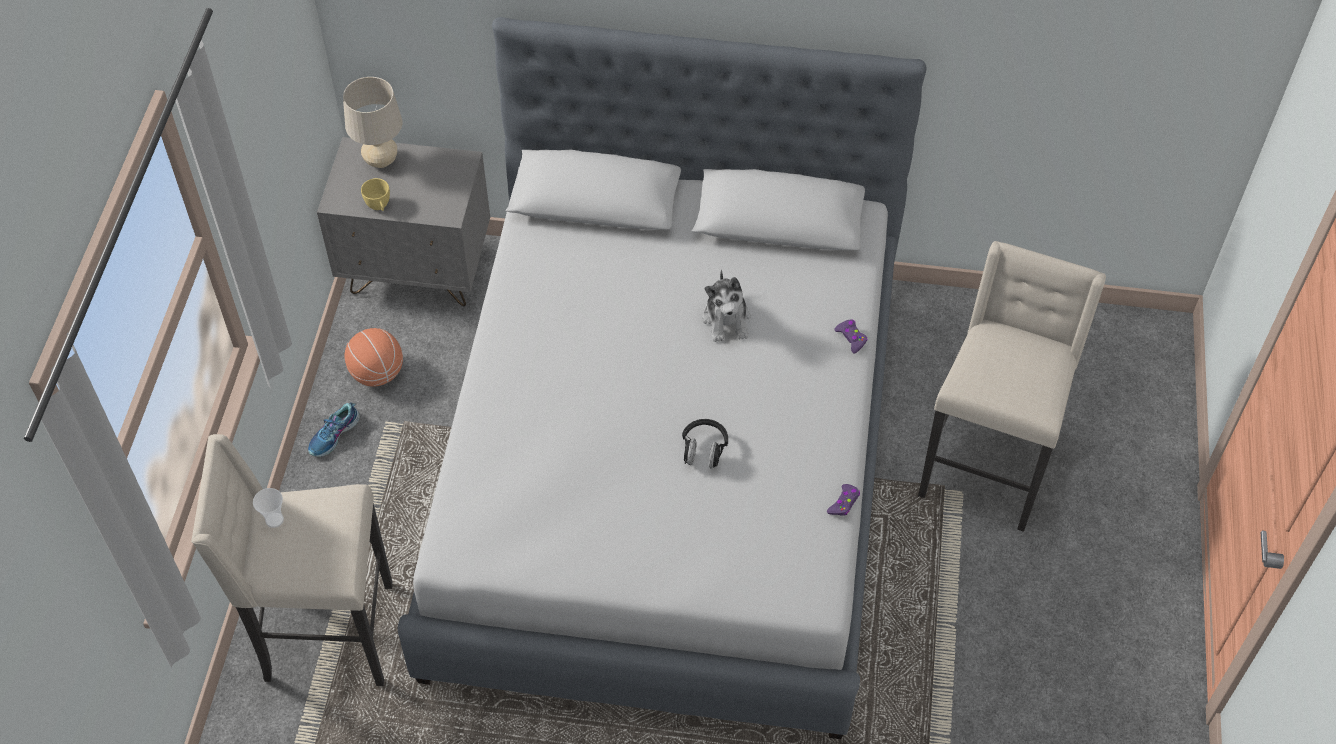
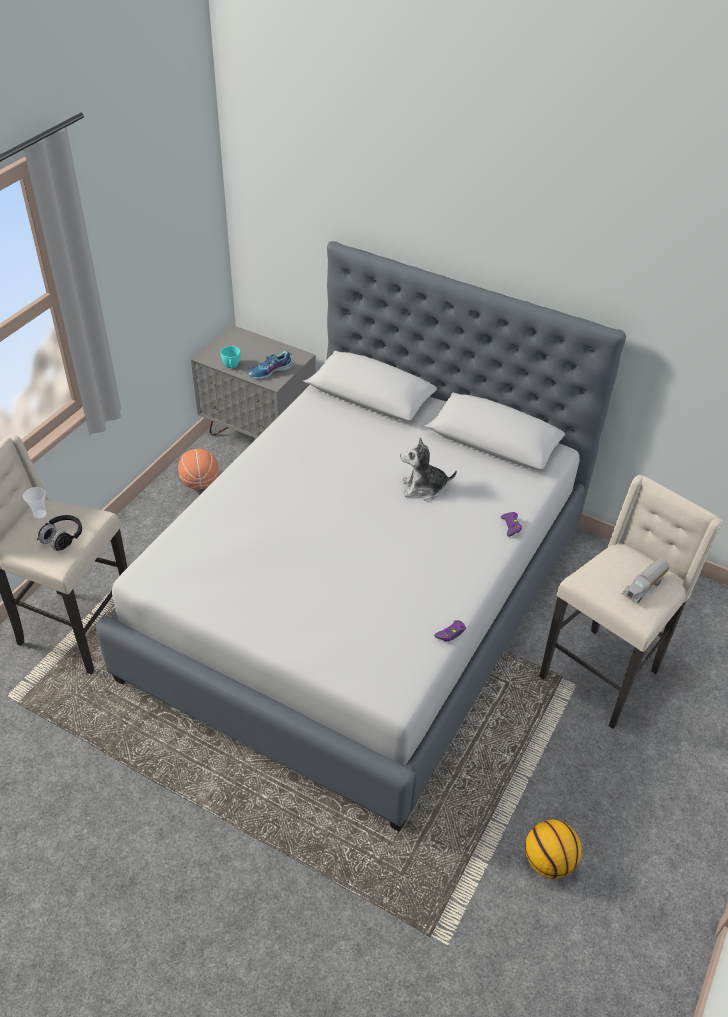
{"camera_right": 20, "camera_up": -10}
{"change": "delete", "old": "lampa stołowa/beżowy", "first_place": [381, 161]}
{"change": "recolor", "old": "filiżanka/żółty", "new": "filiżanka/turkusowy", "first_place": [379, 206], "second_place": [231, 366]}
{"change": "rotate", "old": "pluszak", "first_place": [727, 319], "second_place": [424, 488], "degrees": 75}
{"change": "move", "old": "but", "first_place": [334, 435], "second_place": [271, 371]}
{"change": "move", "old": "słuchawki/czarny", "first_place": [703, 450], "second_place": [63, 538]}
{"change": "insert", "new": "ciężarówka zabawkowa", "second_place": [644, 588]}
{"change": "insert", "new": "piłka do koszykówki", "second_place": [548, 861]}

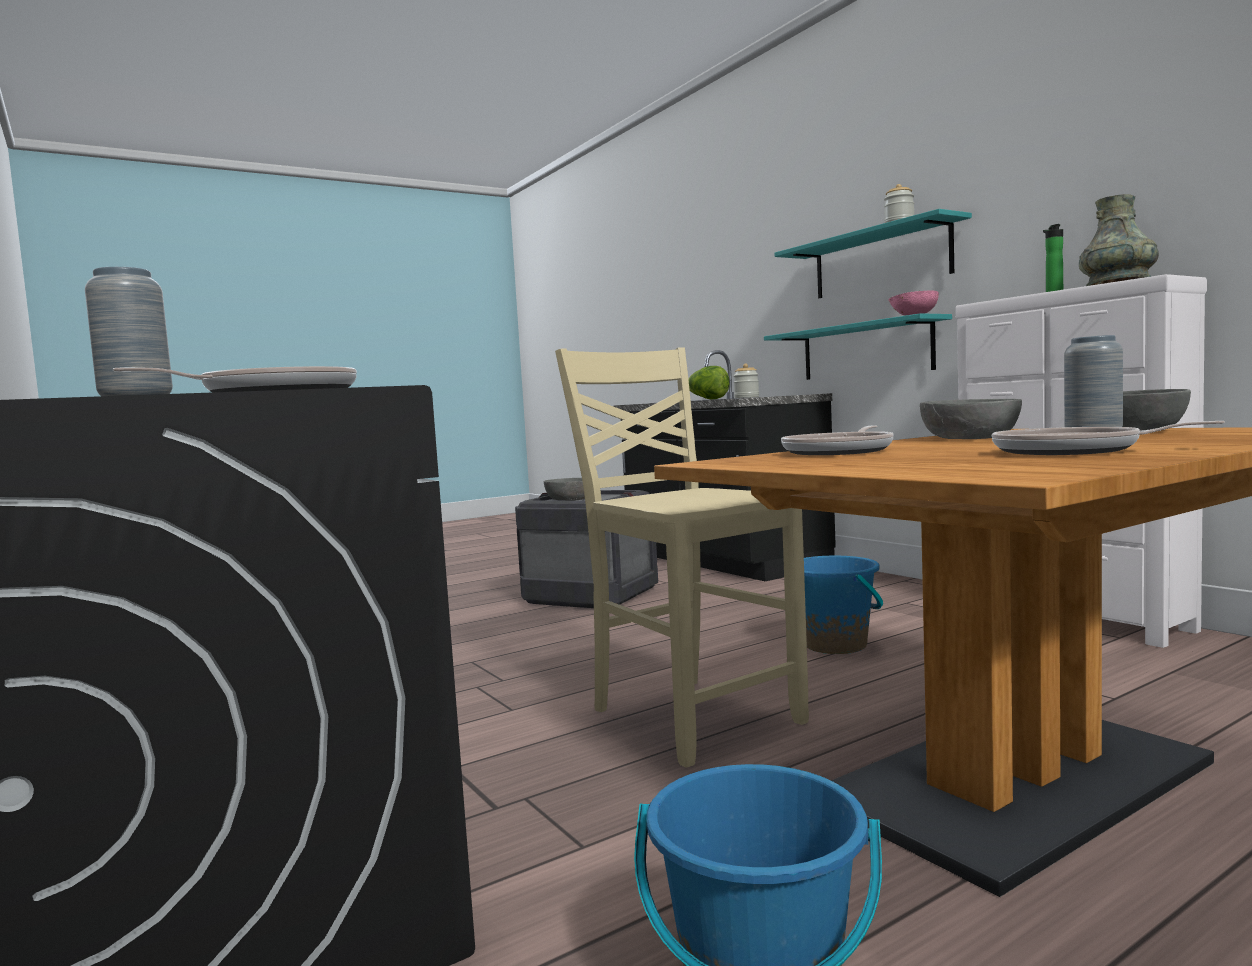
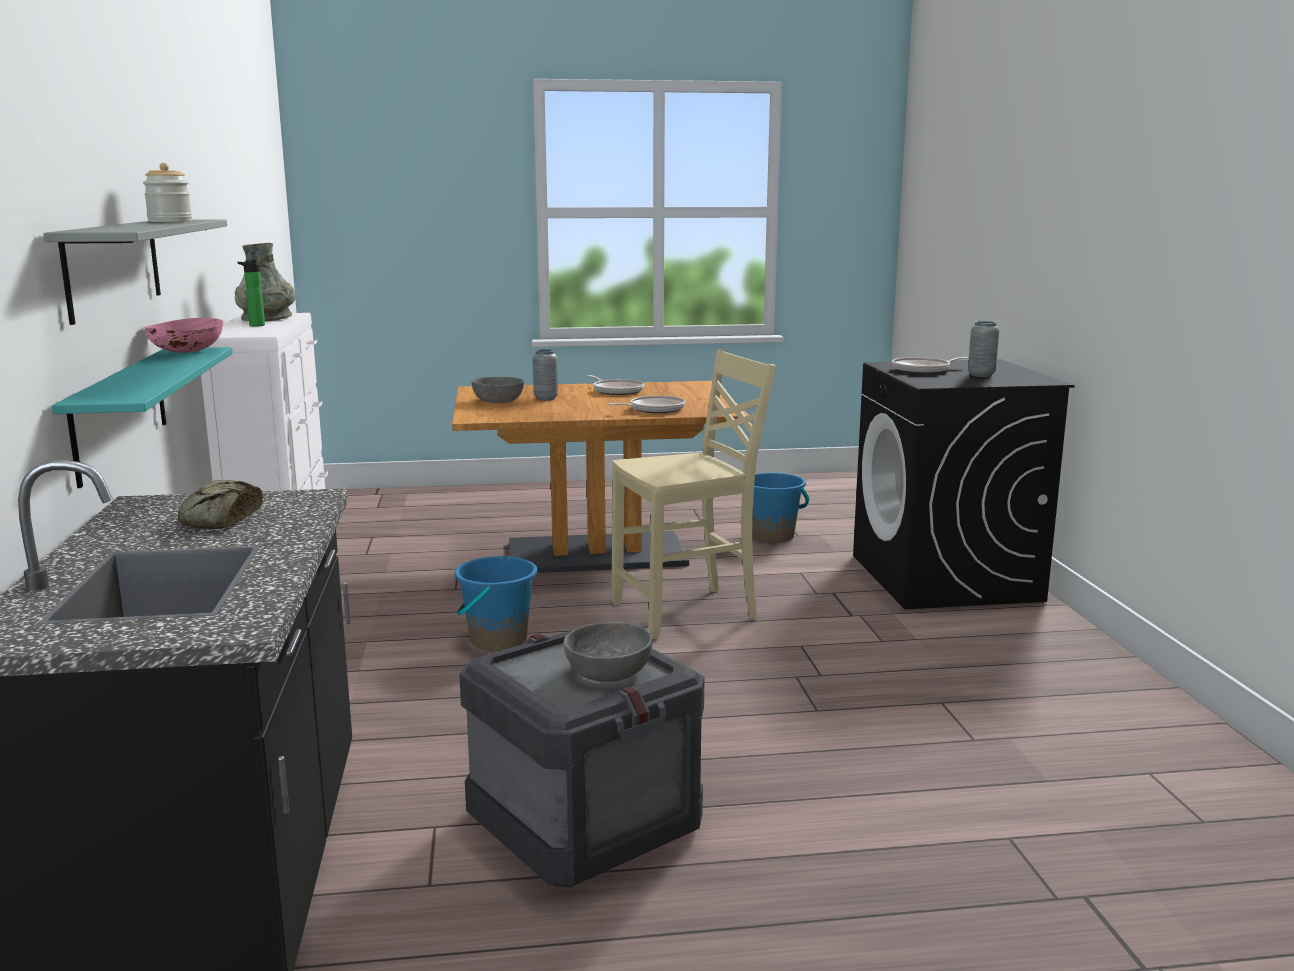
{"camera_right": -155, "camera_up": 10}
{"change": "recolor", "old": "półka/turkusowy", "new": "półka/szary", "first_place": [880, 261], "second_place": [113, 267]}
{"change": "rotate", "old": "krzesło/beżowy", "first_place": [692, 716], "second_place": [688, 612], "degrees": -105}
{"change": "replace", "old": "słoik", "new": "chleb", "first_place": [746, 397], "second_place": [220, 519]}
{"change": "delete", "old": "sałata", "first_place": [707, 399]}
{"change": "delete", "old": "miska/szary", "first_place": [970, 438]}

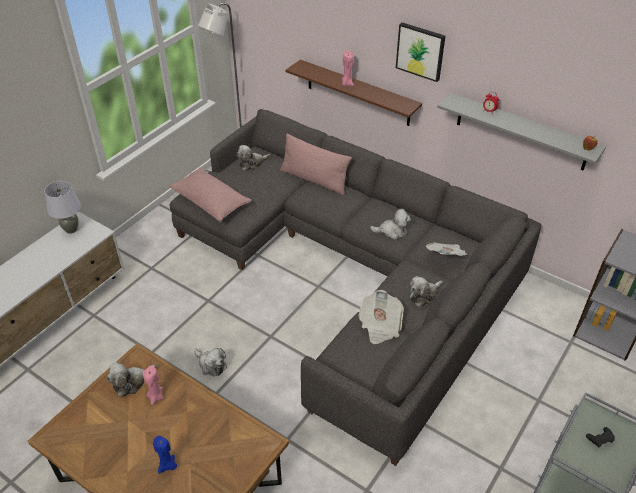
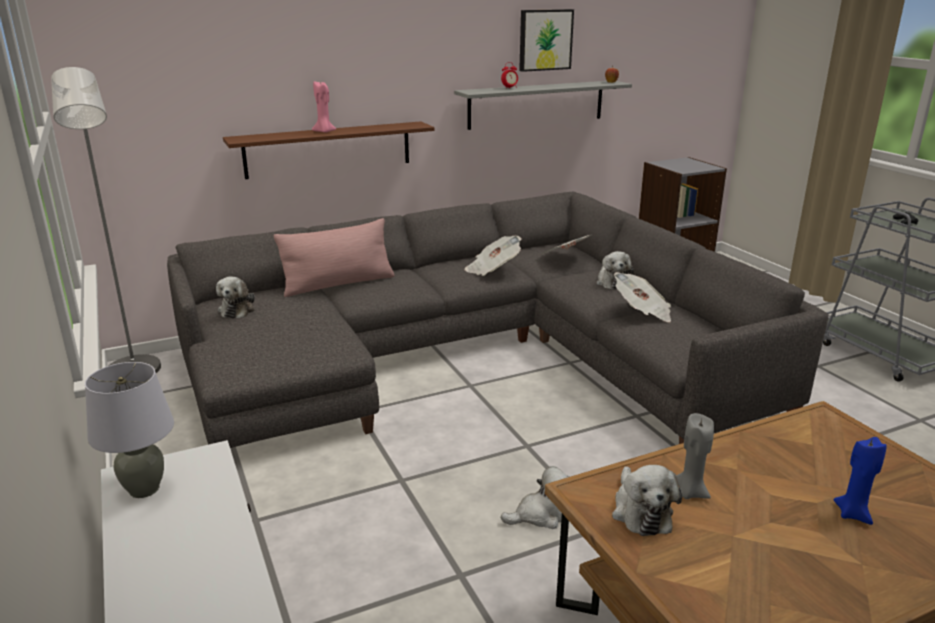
{"camera_right": -60, "camera_up": -20}
{"change": "move", "old": "obraz", "first_place": [420, 51], "second_place": [545, 40]}
{"change": "delete", "old": "poduszka/różowy", "first_place": [211, 202]}
{"change": "replace", "old": "pluszak", "new": "gazeta", "first_place": [392, 231], "second_place": [492, 269]}
{"change": "recolor", "old": "świeca/różowy", "new": "świeca/szary", "first_place": [155, 397], "second_place": [690, 492]}

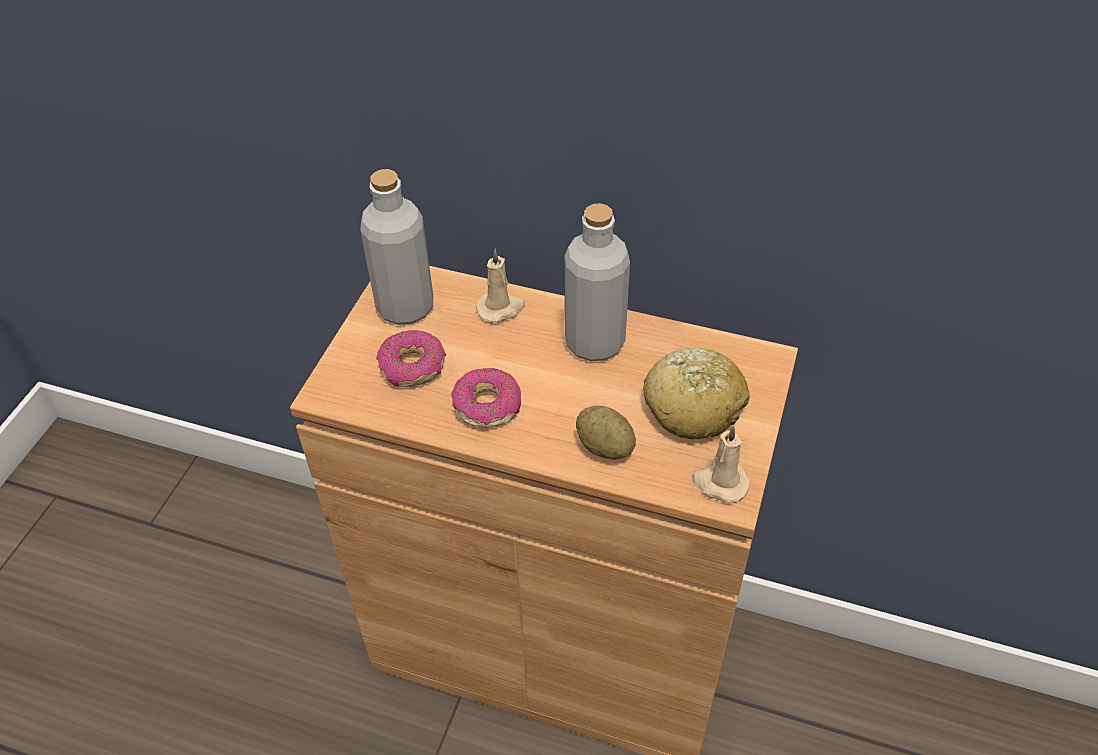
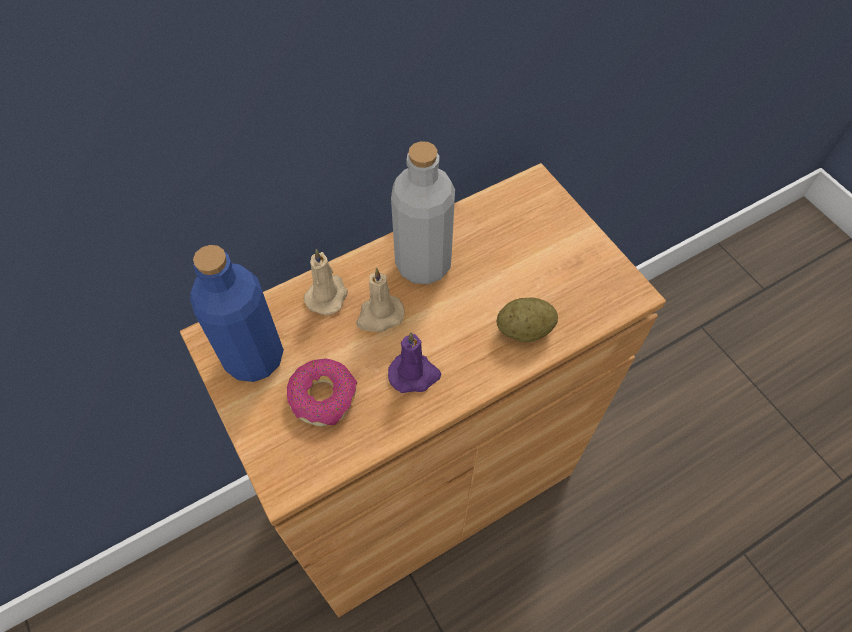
{"camera_right": -50, "camera_up": 10}
{"change": "recolor", "old": "butelka/szary", "new": "butelka/niebieski", "first_place": [405, 307], "second_place": [254, 357]}
{"change": "delete", "old": "chleb", "first_place": [694, 405]}
{"change": "replace", "old": "donut", "new": "świeca/fioletowy", "first_place": [487, 405], "second_place": [414, 374]}
{"change": "move", "old": "świeca/beżowy", "first_place": [719, 483], "second_place": [379, 315]}

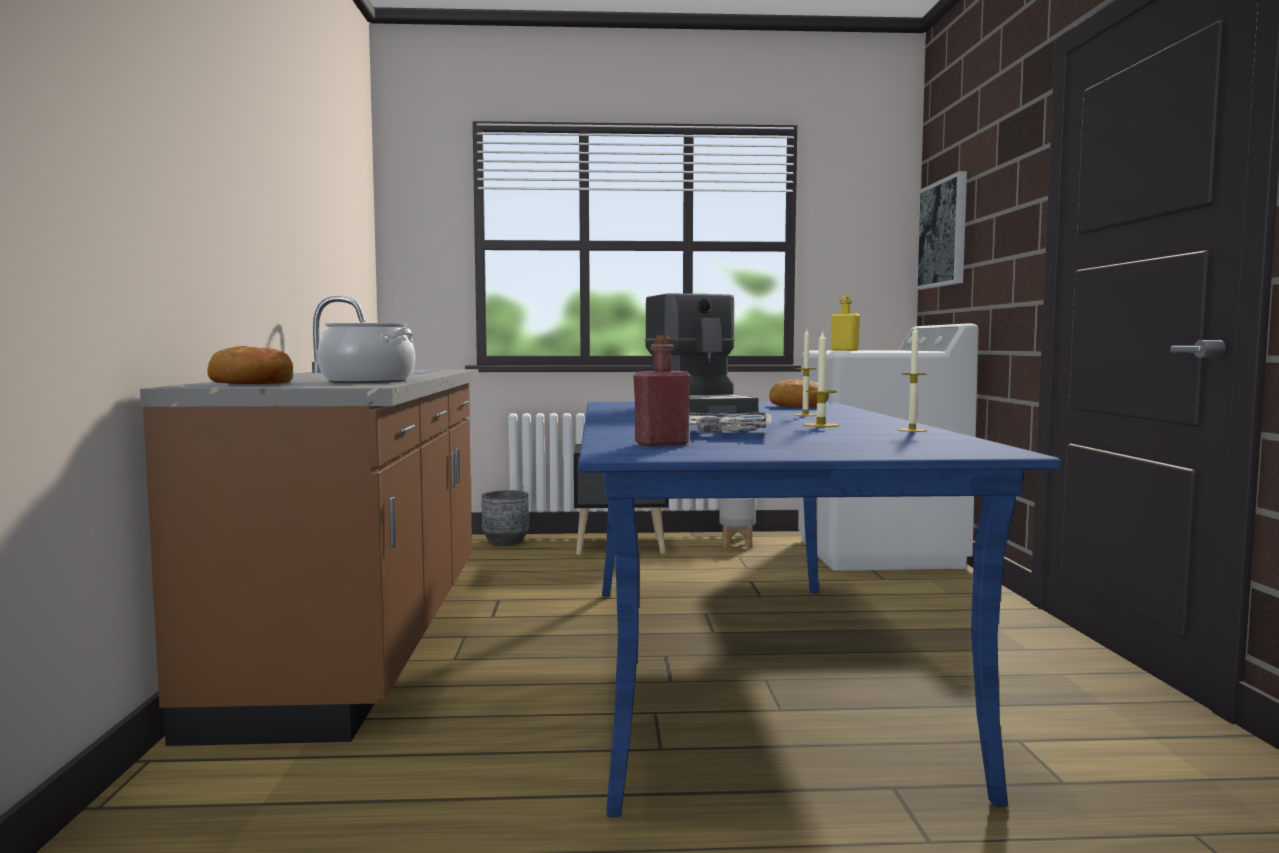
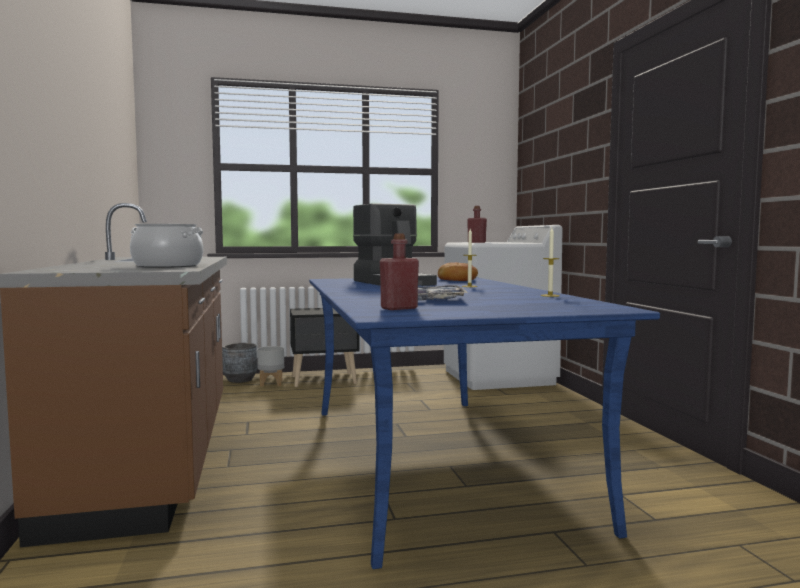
{"camera_right": -10, "camera_up": 0}
{"change": "delete", "old": "obraz", "first_place": [943, 234]}
{"change": "recolor", "old": "butelka/żółty", "new": "butelka/czerwony", "first_place": [844, 350], "second_place": [476, 242]}
{"change": "delete", "old": "świeca", "first_place": [820, 425]}
{"change": "delete", "old": "chleb", "first_place": [251, 383]}
{"change": "move", "old": "donica/szary", "first_place": [737, 544], "second_place": [271, 383]}

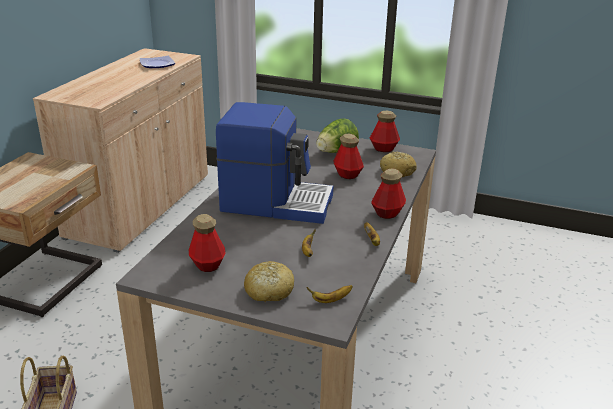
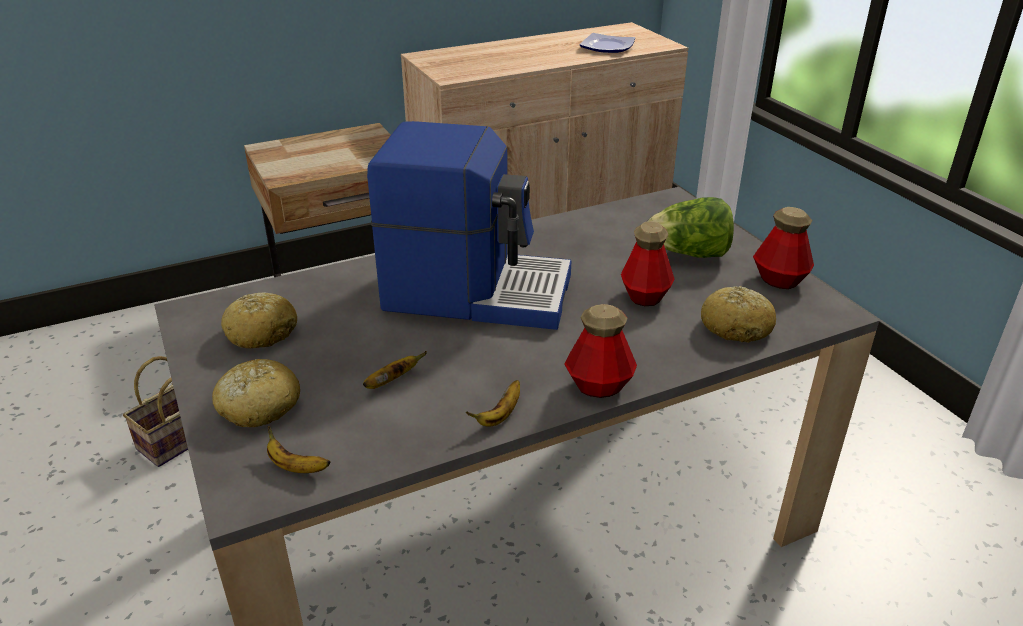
{"camera_right": 45, "camera_up": 5}
{"change": "rotate", "old": "ekspres do kawy", "first_place": [276, 202], "second_place": [476, 291], "degrees": -45}
{"change": "replace", "old": "butelka", "new": "chleb", "first_place": [207, 265], "second_place": [262, 332]}

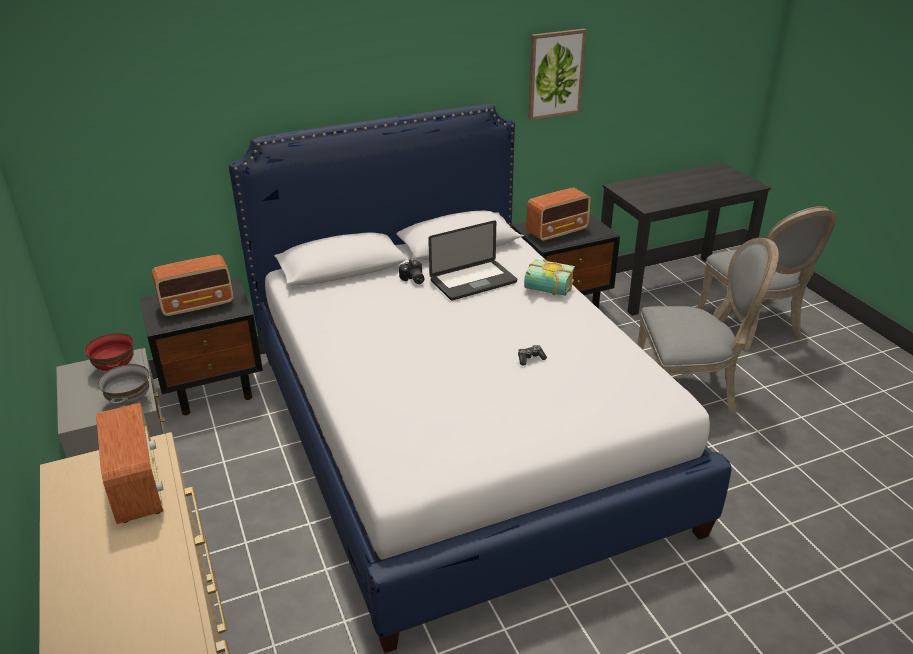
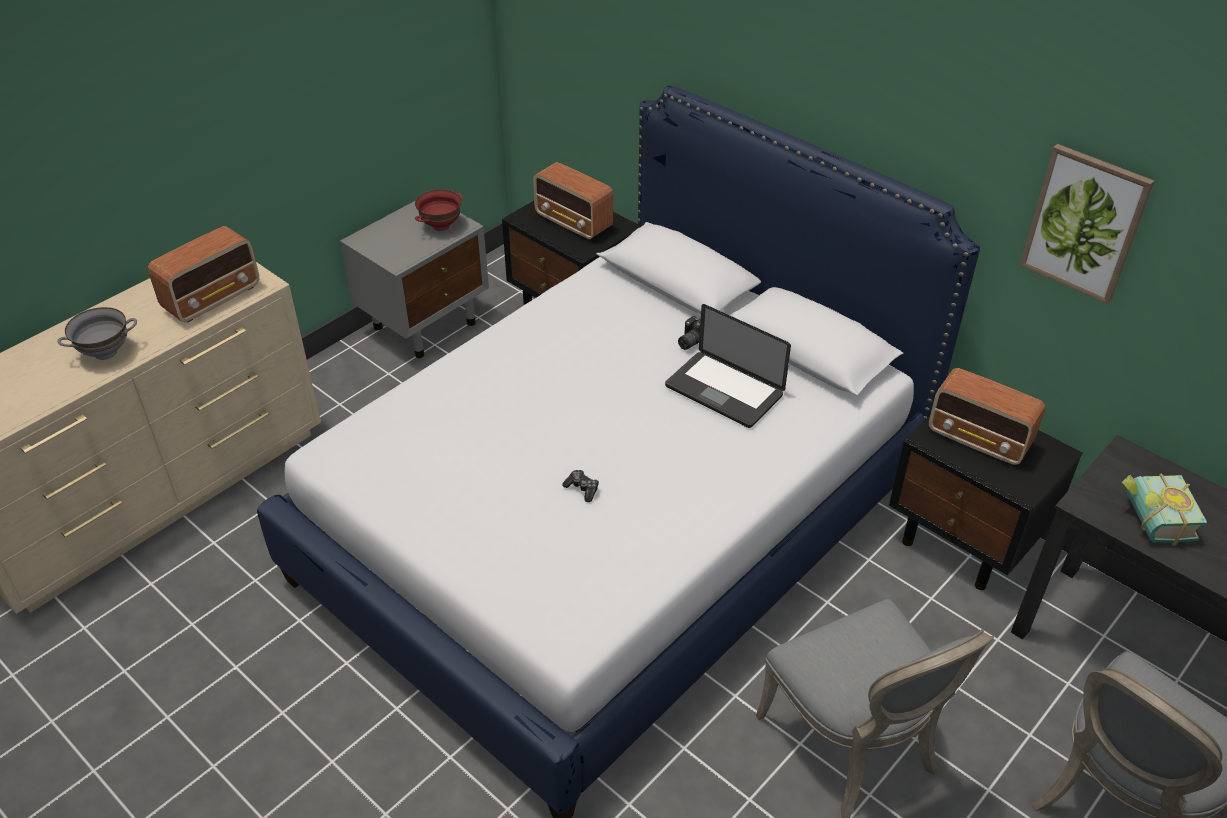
{"camera_right": 65, "camera_up": 10}
{"change": "move", "old": "książka", "first_place": [547, 290], "second_place": [1150, 520]}
{"change": "move", "old": "miska/szary", "first_place": [130, 402], "second_place": [105, 353]}

